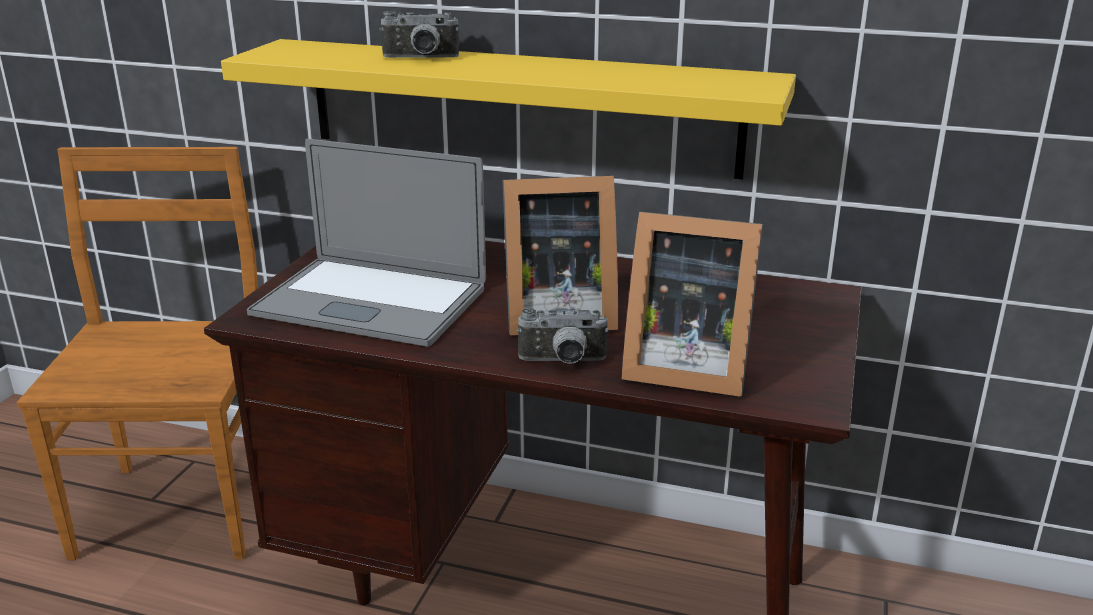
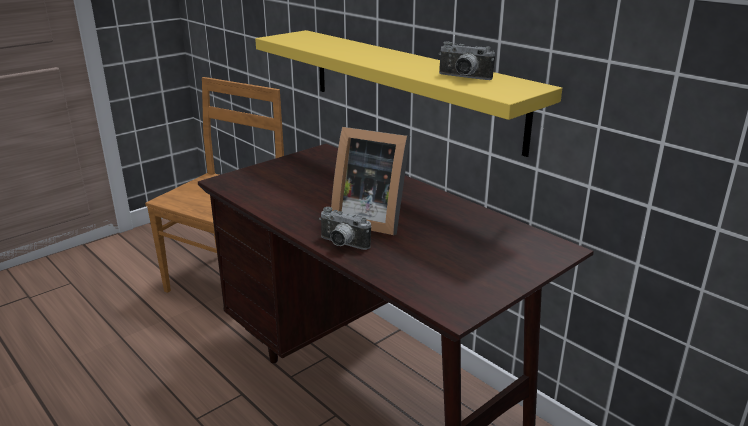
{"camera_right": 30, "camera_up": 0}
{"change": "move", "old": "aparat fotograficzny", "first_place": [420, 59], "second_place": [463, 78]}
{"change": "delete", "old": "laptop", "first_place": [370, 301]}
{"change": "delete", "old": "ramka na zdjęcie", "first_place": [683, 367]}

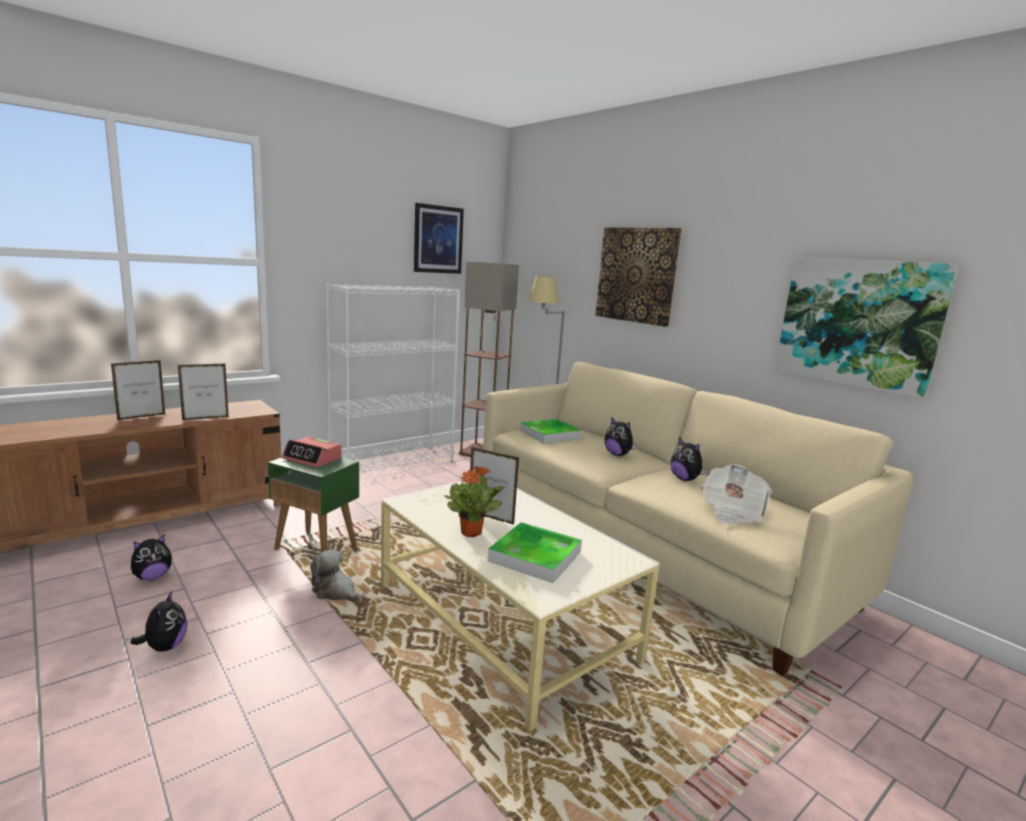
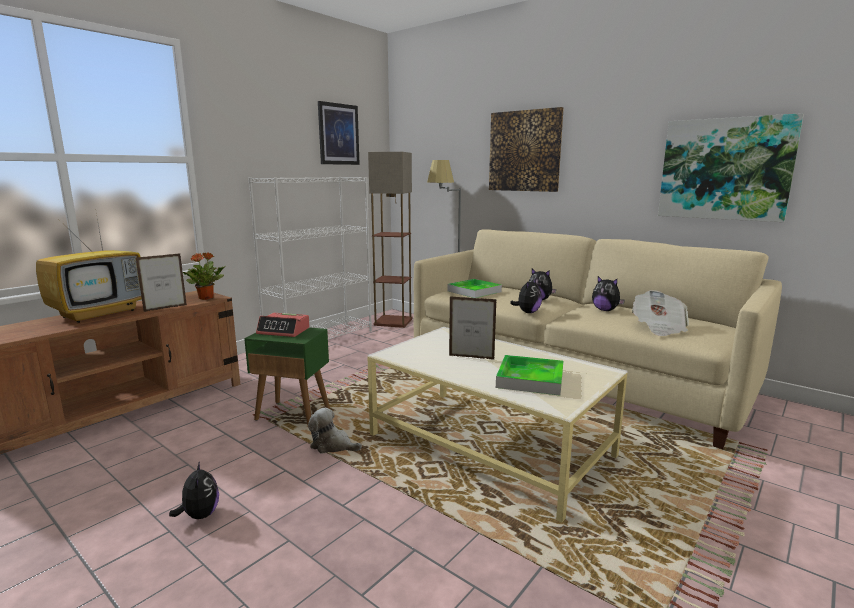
{"camera_right": -10, "camera_up": 0}
{"change": "replace", "old": "ramka na zdjęcie", "new": "telewizor", "first_place": [142, 417], "second_place": [100, 313]}
{"change": "move", "old": "roślina doniczkowa", "first_place": [471, 532], "second_place": [206, 298]}
{"change": "move", "old": "pluszak", "first_place": [152, 577], "second_place": [527, 312]}

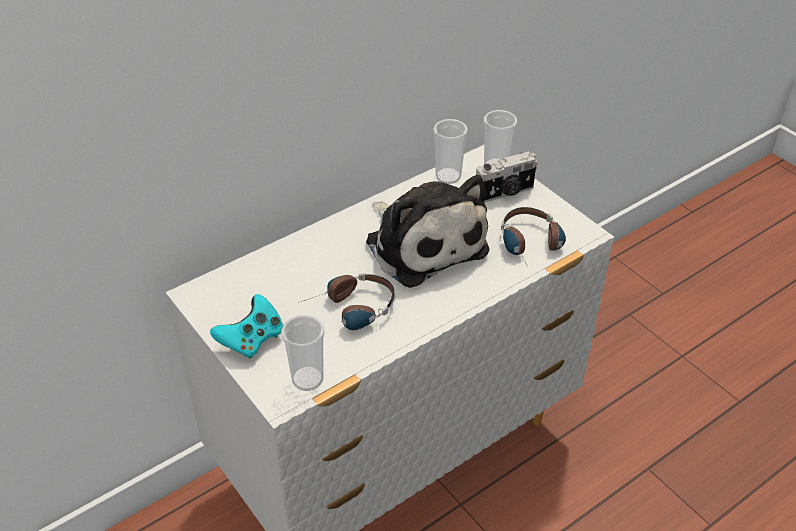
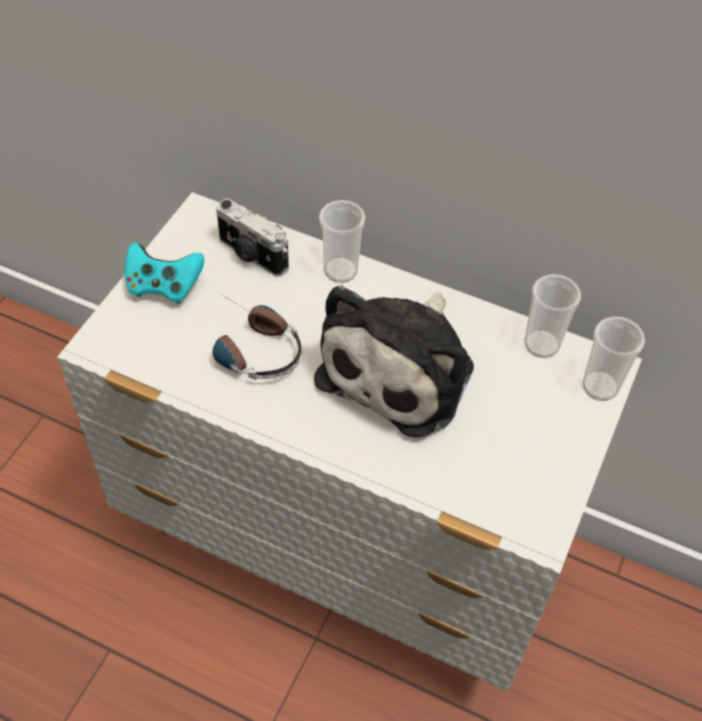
{"camera_right": 60, "camera_up": 10}
{"change": "move", "old": "aparat fotograficzny", "first_place": [505, 193], "second_place": [251, 255]}
{"change": "delete", "old": "słuchawki", "first_place": [532, 247]}
{"change": "move", "old": "filiżanka", "first_place": [307, 379], "second_place": [340, 270]}

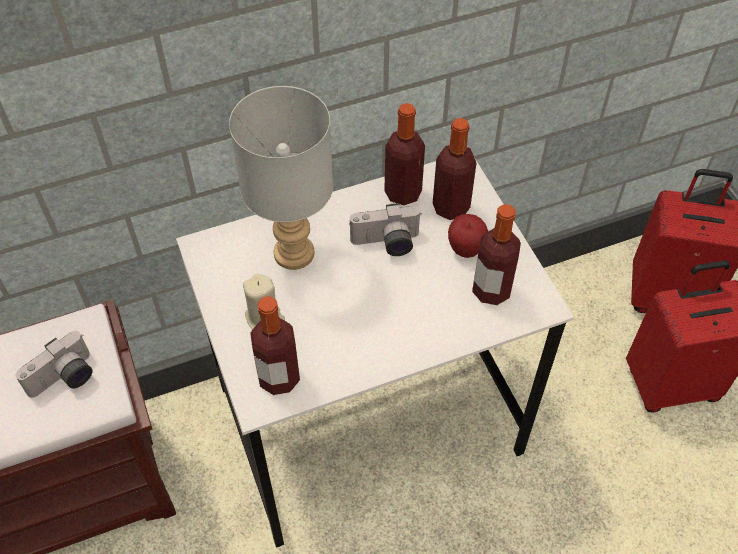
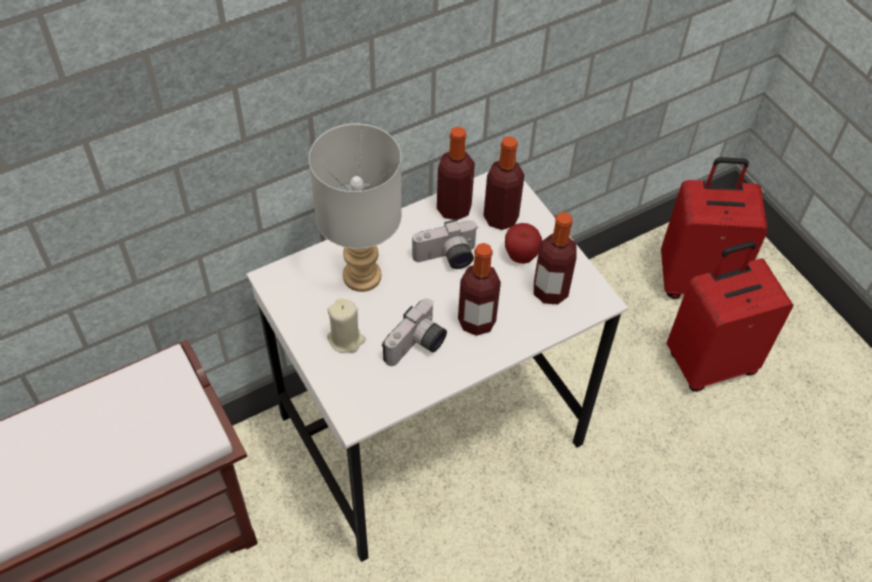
{"camera_right": -10, "camera_up": 0}
{"change": "move", "old": "butelka", "first_place": [279, 378], "second_place": [476, 321]}
{"change": "move", "old": "aparat fotograficzny", "first_place": [65, 379], "second_place": [417, 346]}

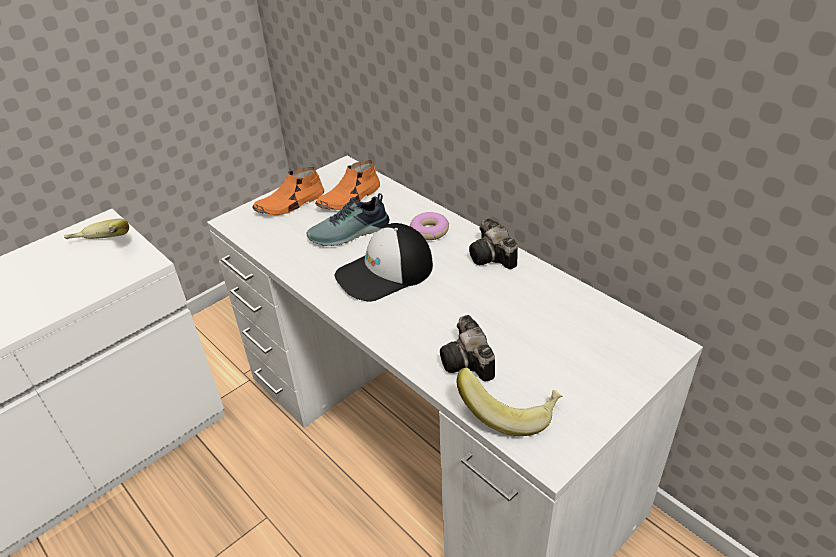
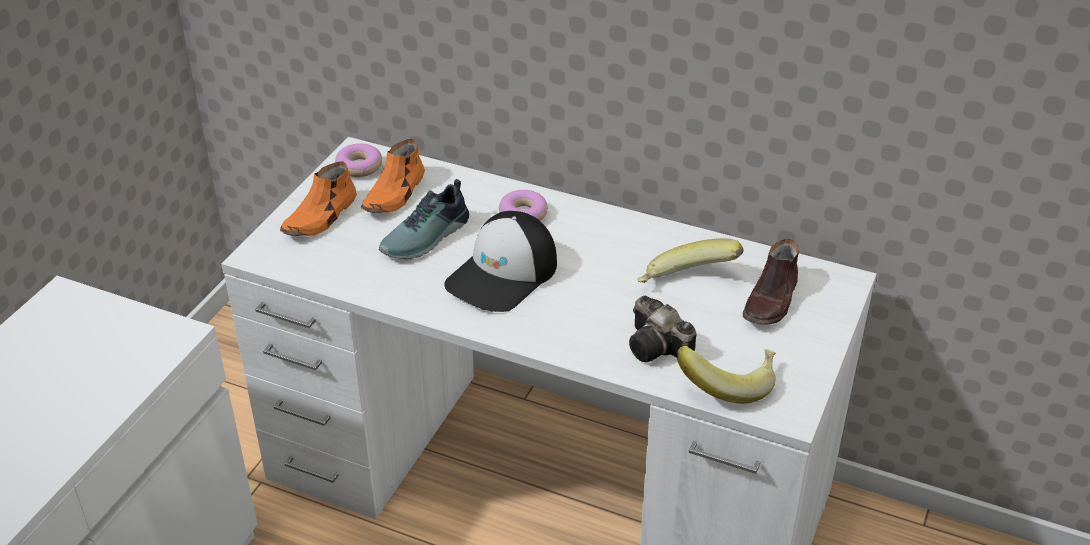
{"camera_right": -25, "camera_up": 0}
{"change": "delete", "old": "aparat fotograficzny", "first_place": [493, 258]}
{"change": "move", "old": "banan", "first_place": [102, 248], "second_place": [686, 284]}
{"change": "insert", "new": "donut", "second_place": [359, 166]}
{"change": "insert", "new": "but/brązowy", "second_place": [772, 300]}

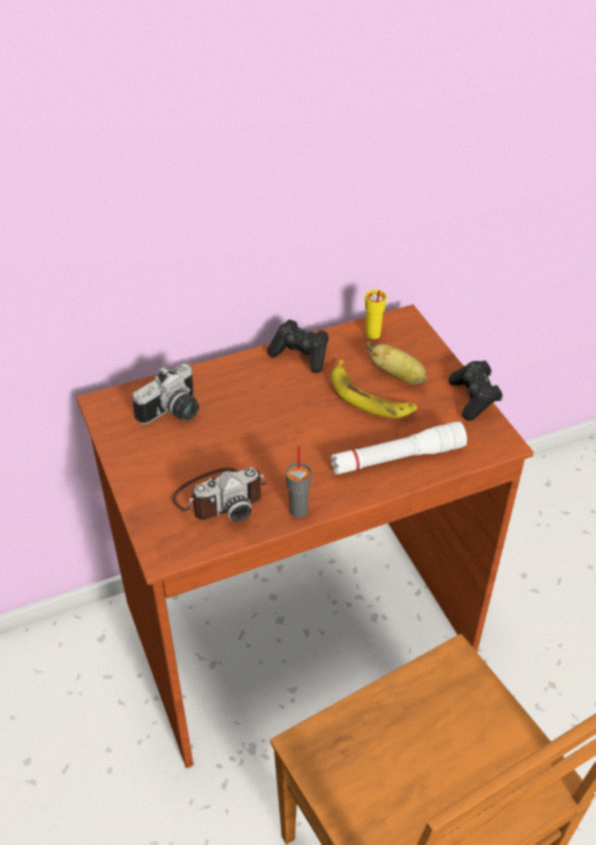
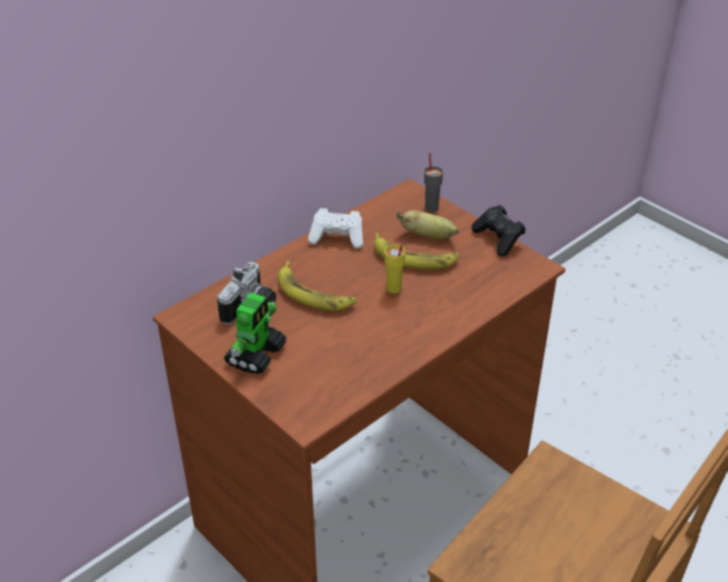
{"camera_right": -20, "camera_up": -5}
{"change": "move", "old": "filiżanka/żółty", "first_place": [372, 334], "second_place": [393, 289]}
{"change": "recolor", "old": "pad do gier/czarny", "new": "pad do gier/biały", "first_place": [301, 355], "second_place": [338, 238]}
{"change": "delete", "old": "latarka/biały", "first_place": [397, 458]}
{"change": "move", "old": "filiżanka/szary", "first_place": [299, 510], "second_place": [431, 207]}
{"change": "delete", "old": "aparat fotograficzny", "first_place": [220, 497]}
{"change": "insert", "new": "banan", "second_place": [314, 294]}
{"change": "insert", "new": "robot zabawkowy", "second_place": [256, 354]}

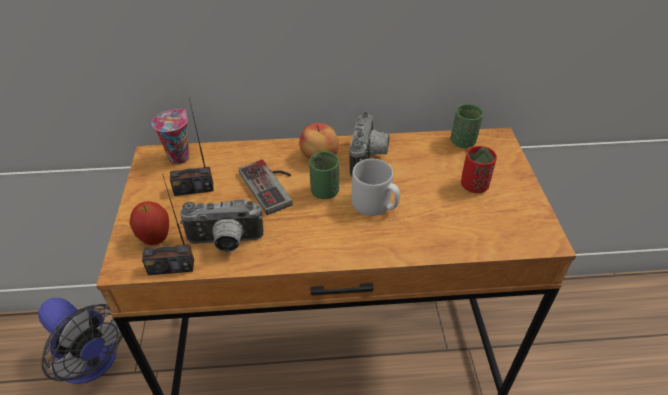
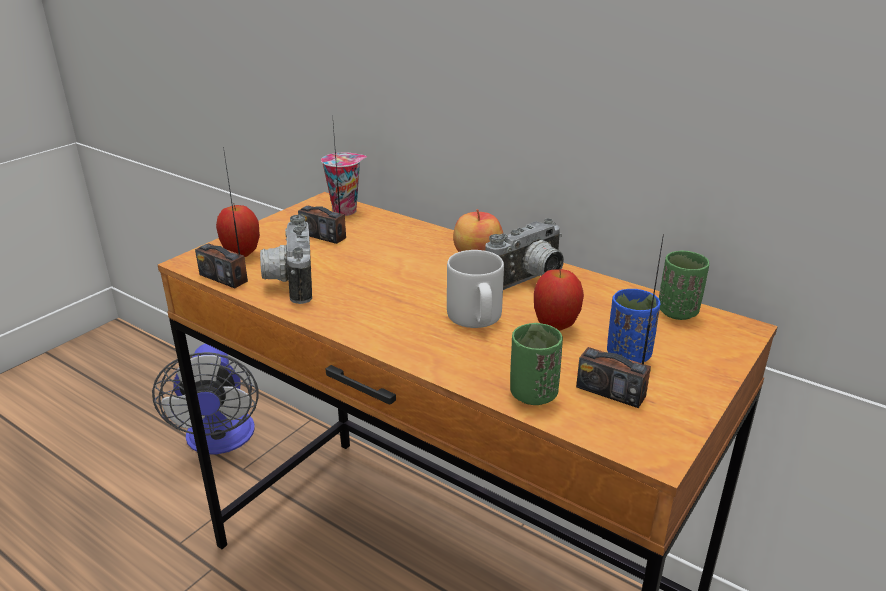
{"camera_right": 40, "camera_up": -15}
{"change": "recolor", "old": "filiżanka/czerwony", "new": "filiżanka/niebieski", "first_place": [474, 185], "second_place": [628, 355]}
{"change": "move", "old": "filiżanka/zielony", "first_place": [324, 191], "second_place": [533, 394]}
{"change": "delete", "old": "pad do gier", "first_place": [272, 185]}
{"change": "rotate", "old": "aparat fotograficzny", "first_place": [225, 243], "second_place": [289, 282], "degrees": 45}
{"change": "insert", "new": "radio", "second_place": [611, 391]}
{"change": "insert", "new": "jabłko", "second_place": [555, 327]}

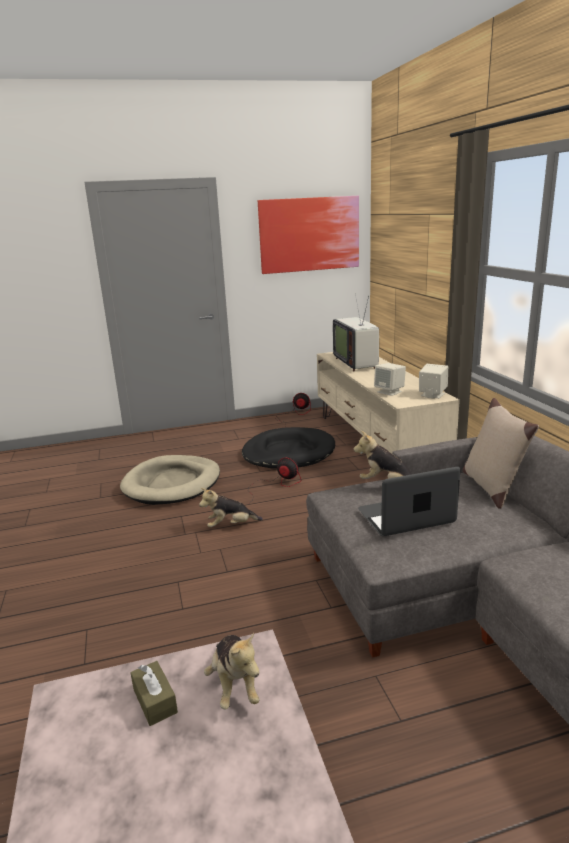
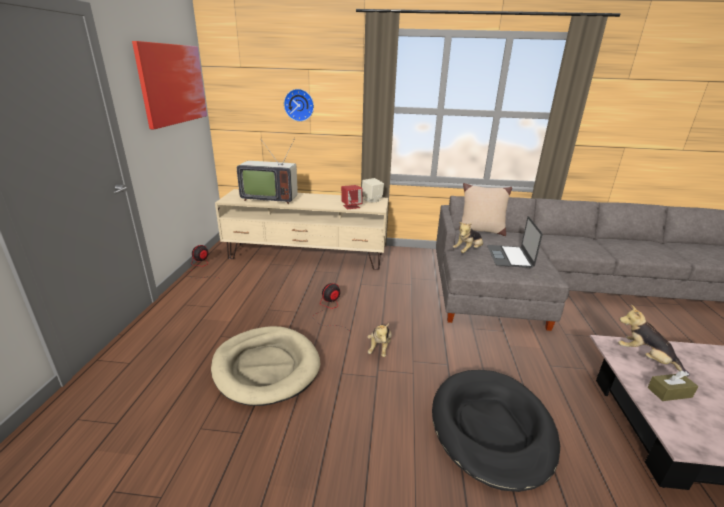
{"camera_right": -70, "camera_up": 5}
{"change": "recolor", "old": "głośnik/beżowy", "new": "głośnik/czerwony", "first_place": [389, 392], "second_place": [351, 206]}
{"change": "move", "old": "legowisko/czarny", "first_place": [288, 453], "second_place": [491, 428]}
{"change": "rotate", "old": "pluszak", "first_place": [234, 685], "second_place": [645, 358], "degrees": -135}
{"change": "insert", "new": "zegar ścienny", "second_place": [299, 105]}

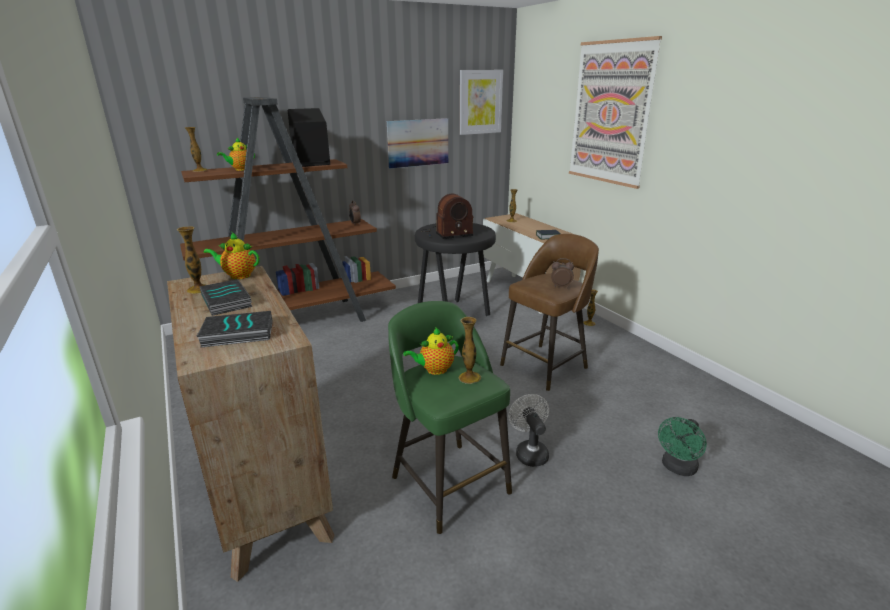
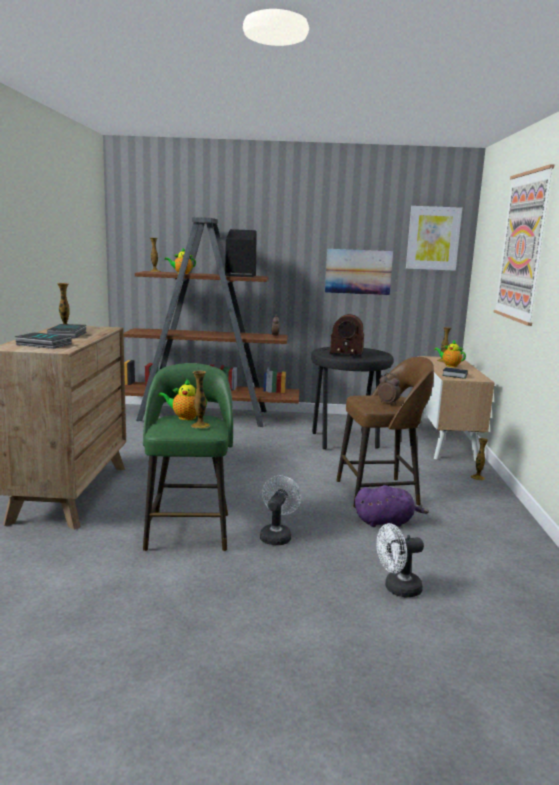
{"camera_right": 30, "camera_up": -10}
{"change": "move", "old": "imbryk", "first_place": [238, 275], "second_place": [449, 365]}
{"change": "recolor", "old": "wentylator/zielony", "new": "wentylator/biały", "first_place": [677, 468], "second_place": [397, 589]}
{"change": "insert", "new": "pluszak/fioletowy", "second_place": [386, 522]}

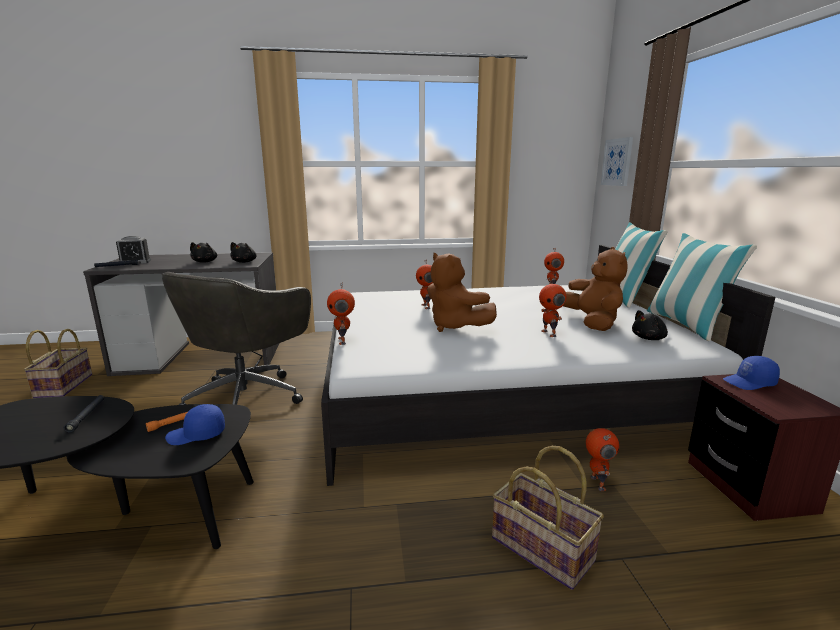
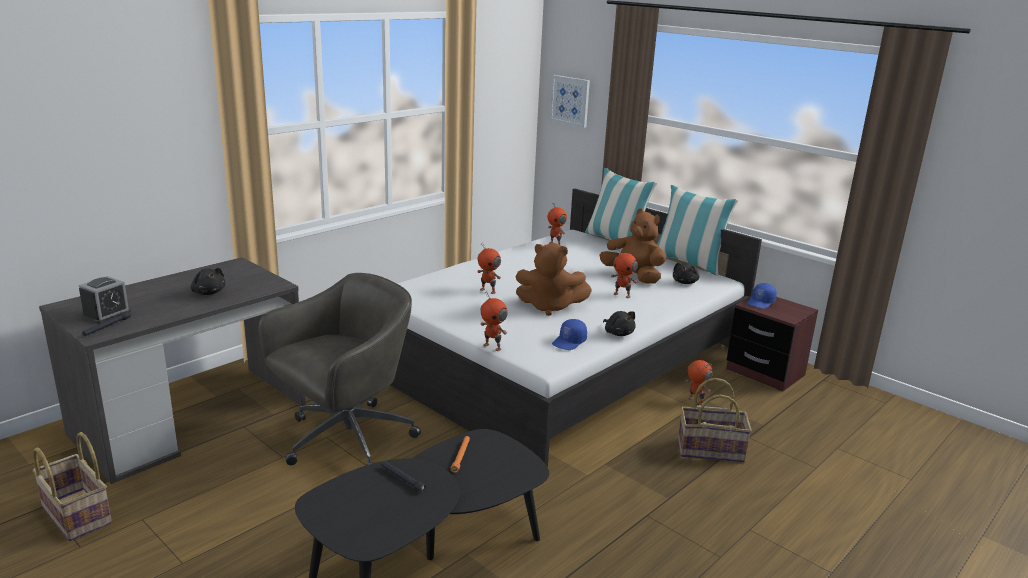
{"camera_right": -40, "camera_up": 5}
{"change": "move", "old": "pluszak/czarny", "first_place": [245, 262], "second_place": [618, 333]}
{"change": "rotate", "old": "krzesło biurowe/szary", "first_place": [247, 397], "second_place": [345, 440], "degrees": -120}
{"change": "move", "old": "czapka z daszkiem/niebieski", "first_place": [196, 435], "second_place": [569, 342]}

